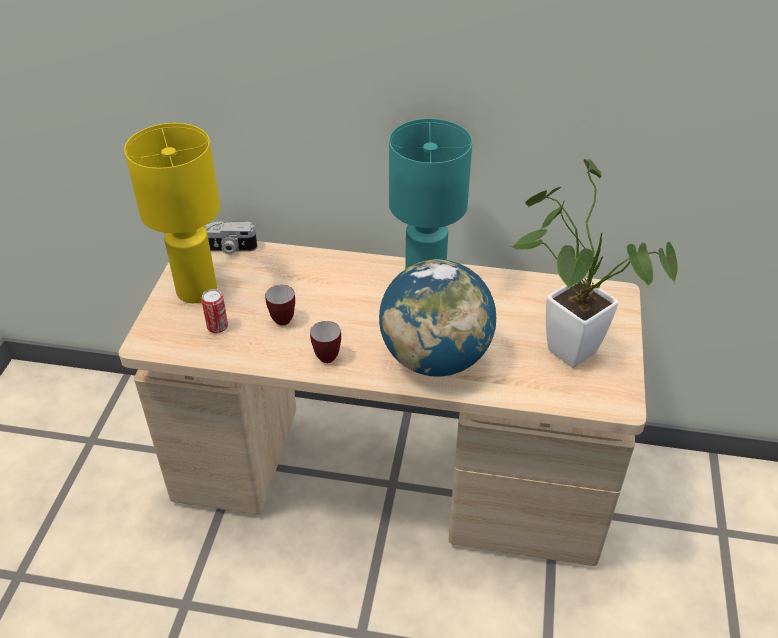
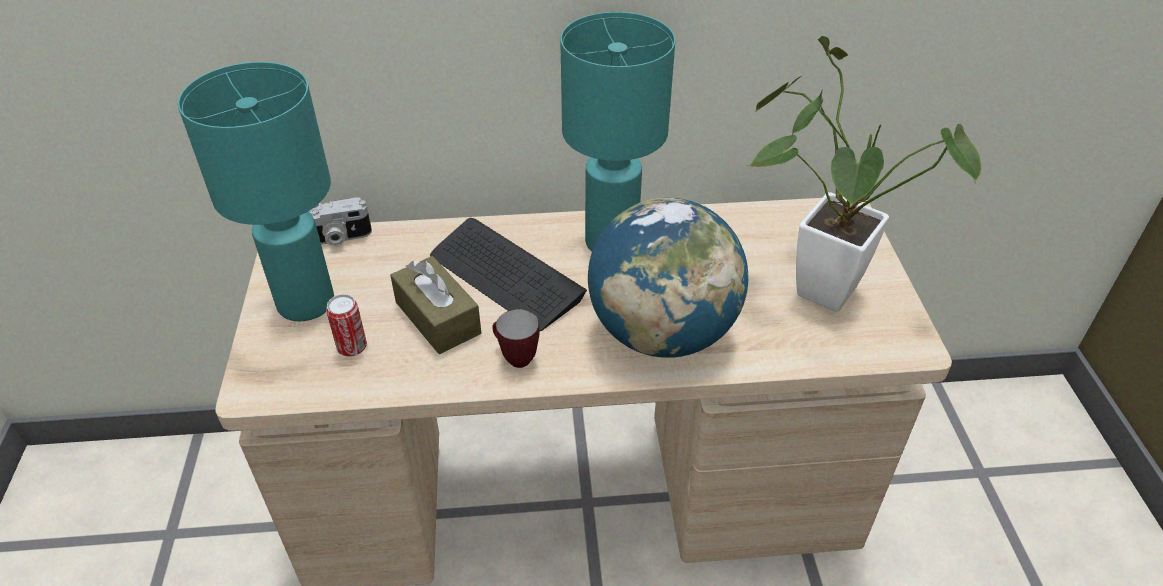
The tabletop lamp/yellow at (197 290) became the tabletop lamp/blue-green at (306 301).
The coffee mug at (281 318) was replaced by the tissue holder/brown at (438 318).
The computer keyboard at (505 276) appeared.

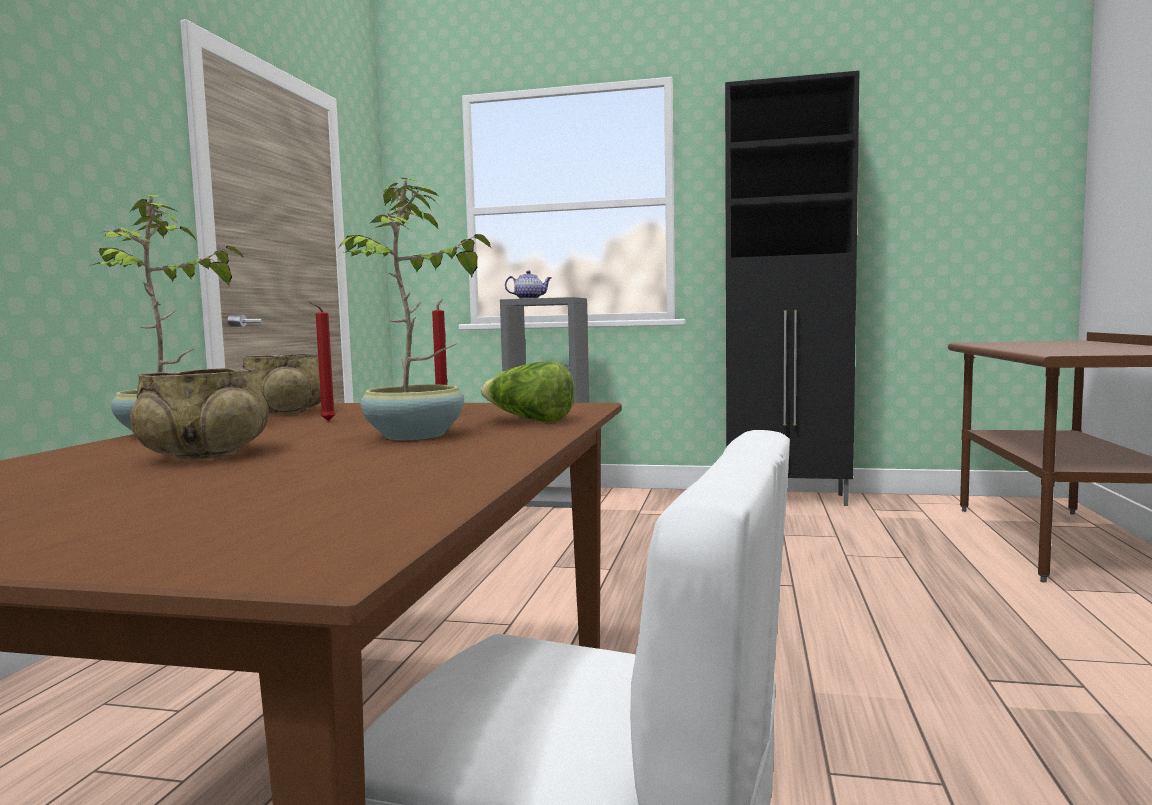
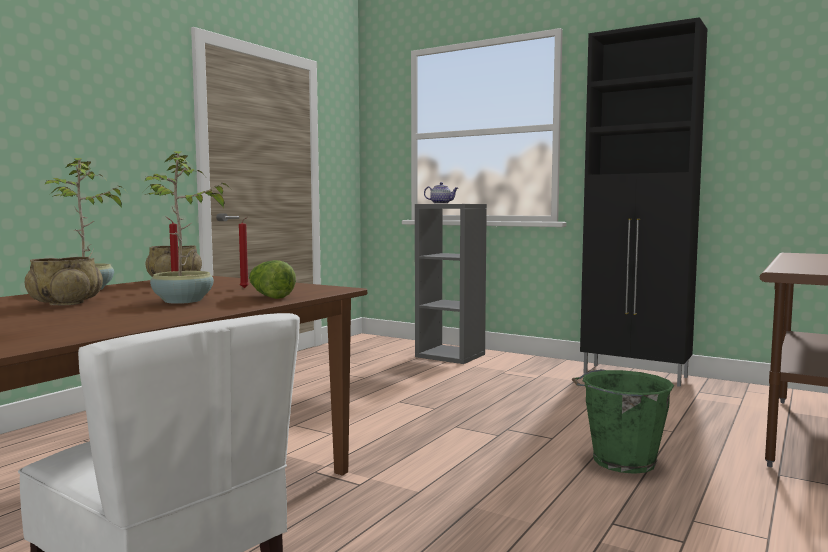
The water bucket/green at (621 461) appeared.

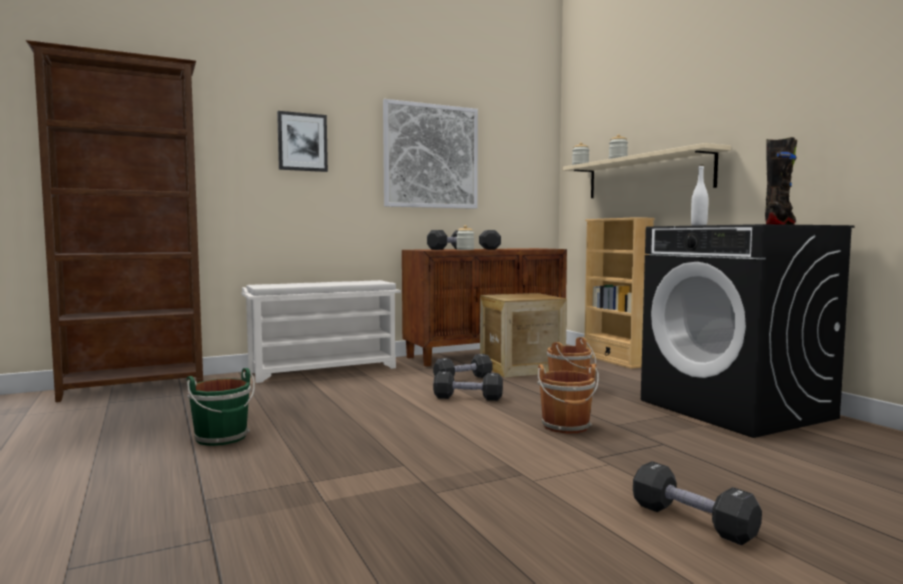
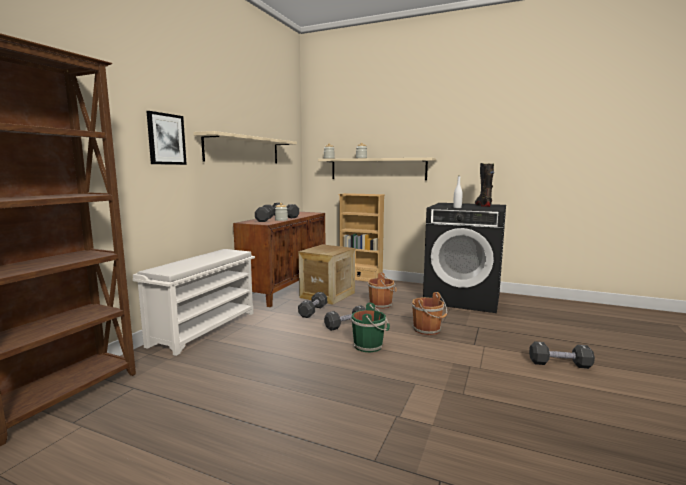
The picture at (431 156) was replaced by the bracket shelf/beige-coloured at (243 150).
The water bucket/green moved from (222 438) to (369 346).

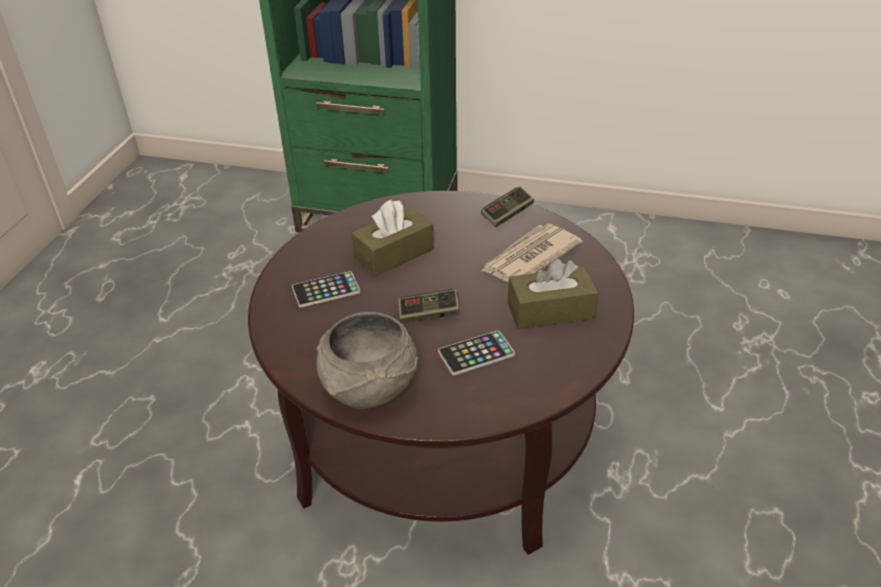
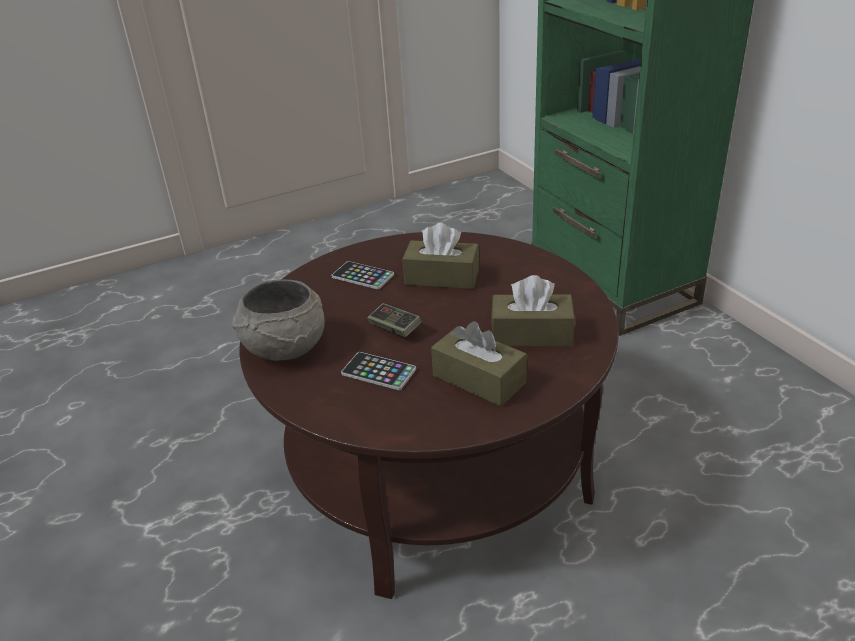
The game controller at (507 214) disappeared.
The daily paper at (529 258) was replaced by the tissue holder/brown at (531 334).

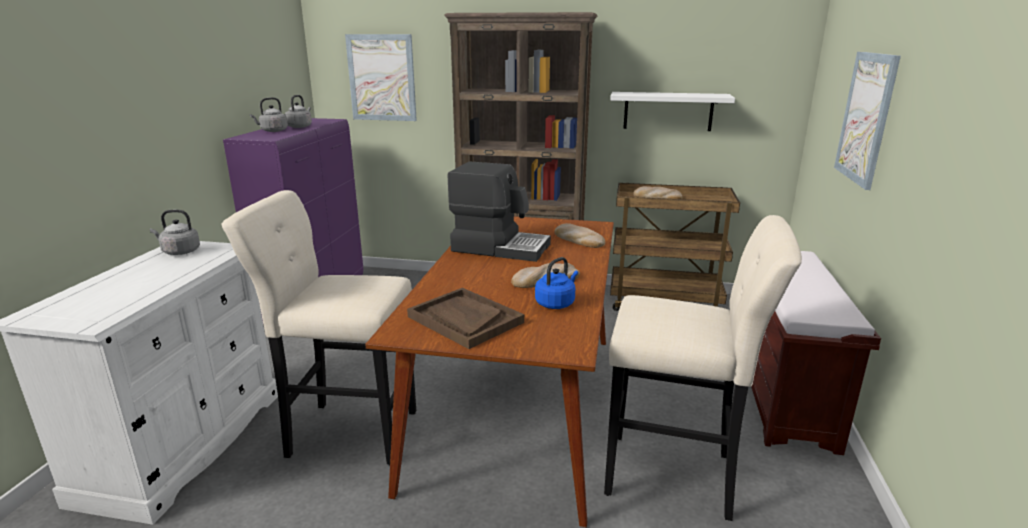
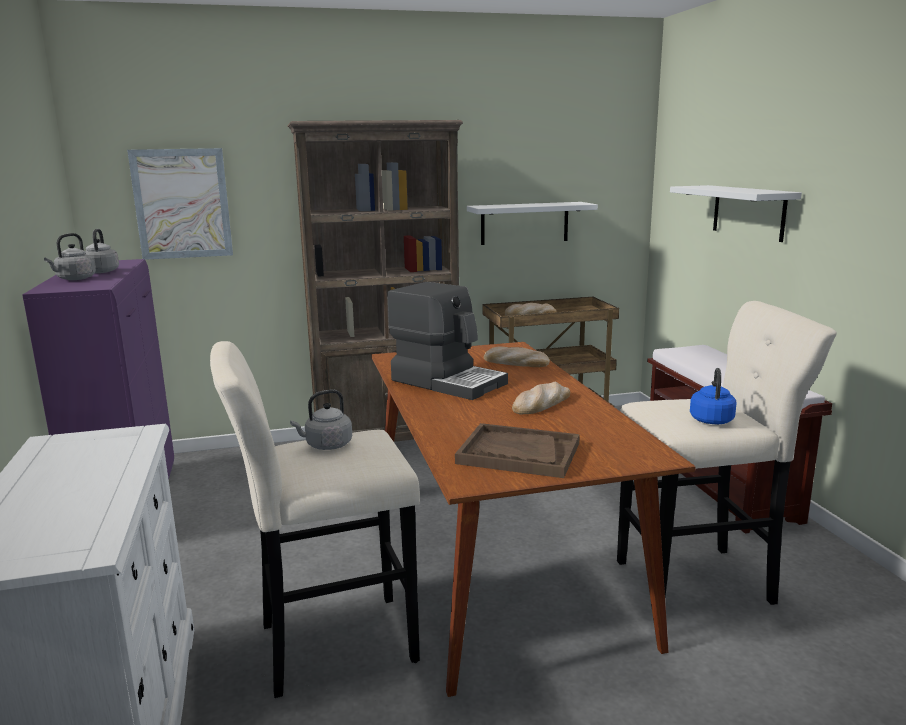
The picture at (865 118) was replaced by the bracket shelf/whitish at (748 212).
The coffee maker at (500 247) turned 45 degrees clockwise.
The kettle/gray moved from (179 252) to (326 445).
The kettle/bluish moved from (556 303) to (711 419).

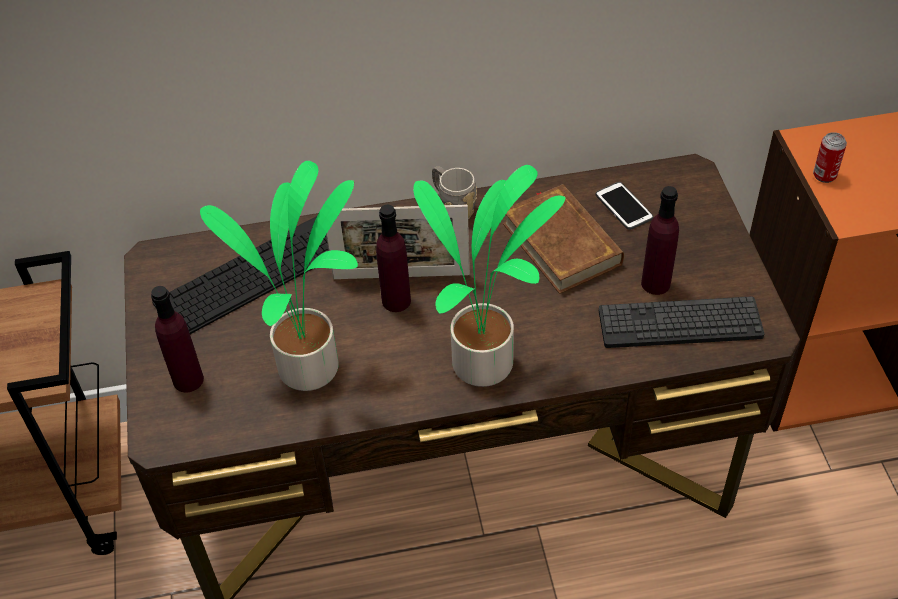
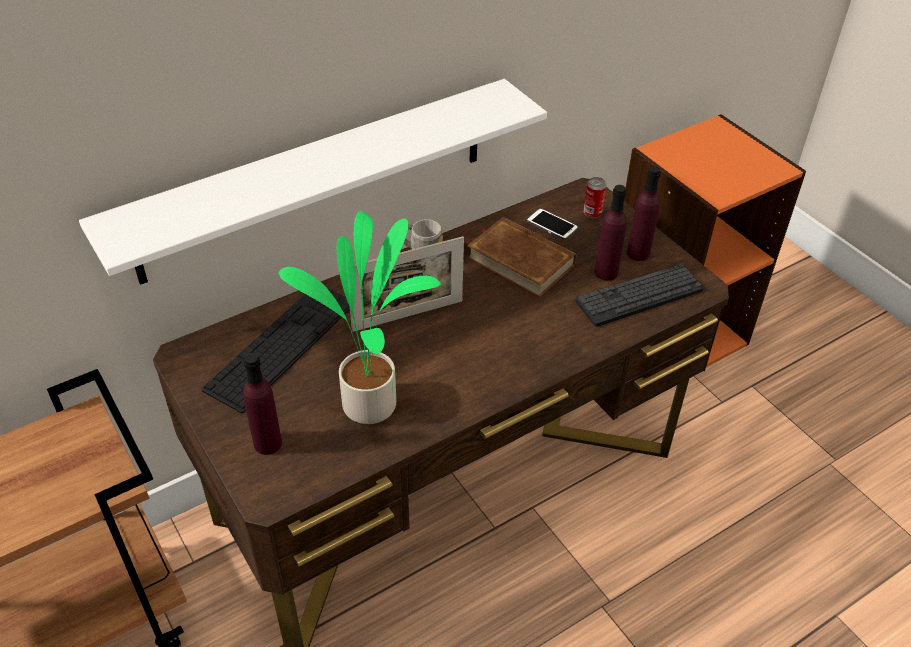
The can moved from (824 175) to (592 213).
The houseplant at (487 364) disappeared.
The beverage bottle/purple-coloured moved from (396 301) to (638 253).
The bracket shelf/whitish at (316 180) appeared.

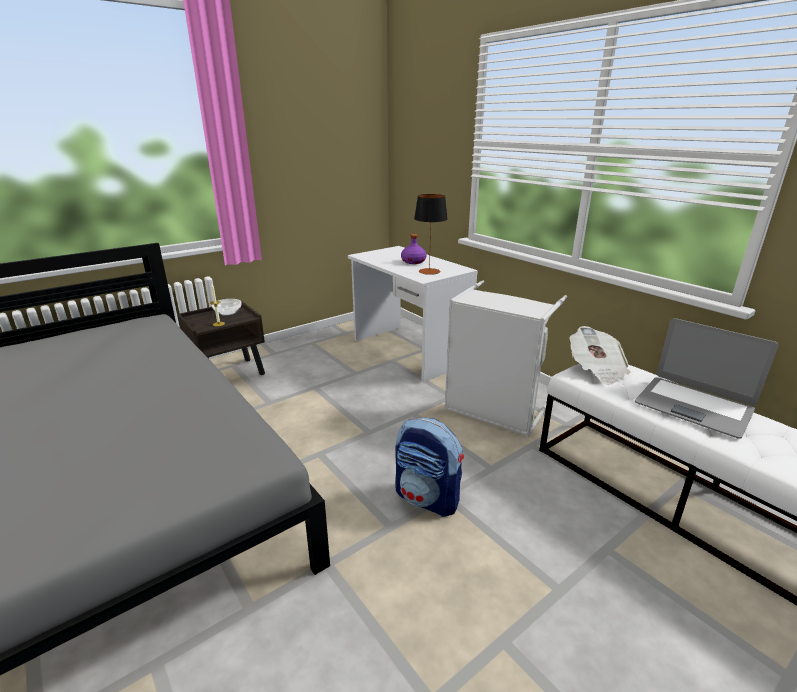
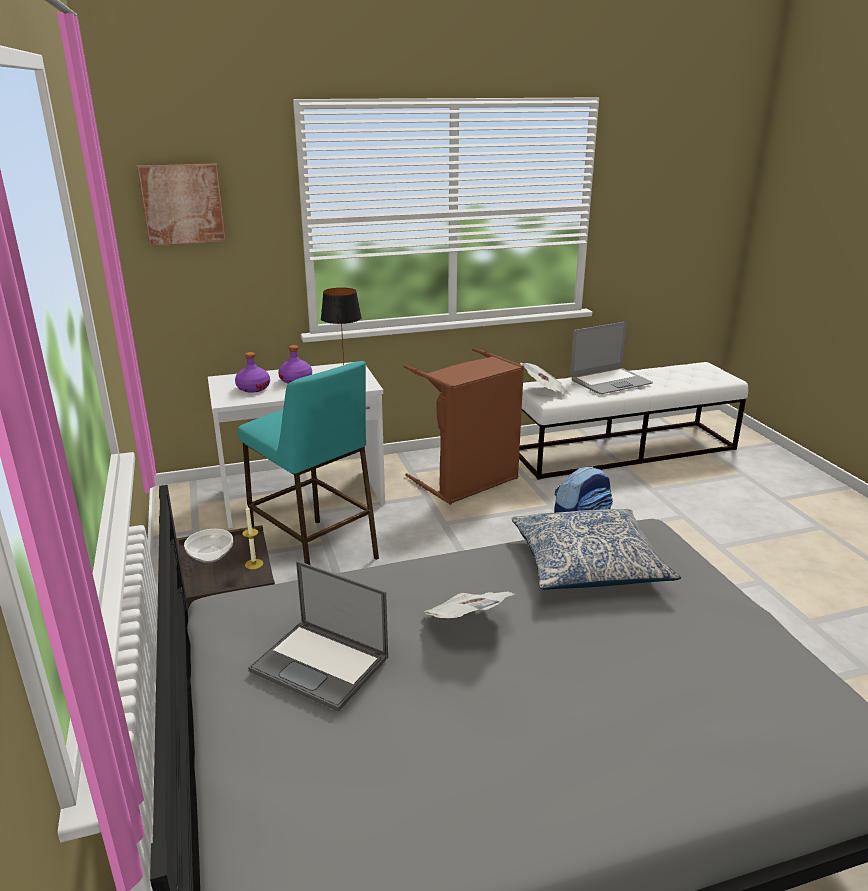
The washing basket/gray at (493 412) became the washing basket/brown at (468 482).
The picture at (182 204) appeared.
The beverage bottle/purple-coloured at (253 388) appeared.
The sitting stool/blue-green at (315 555) appeared.
The pillow at (588 564) appeared.
The portable computer at (321 664) appeared.
The daily paper at (467 622) appeared.

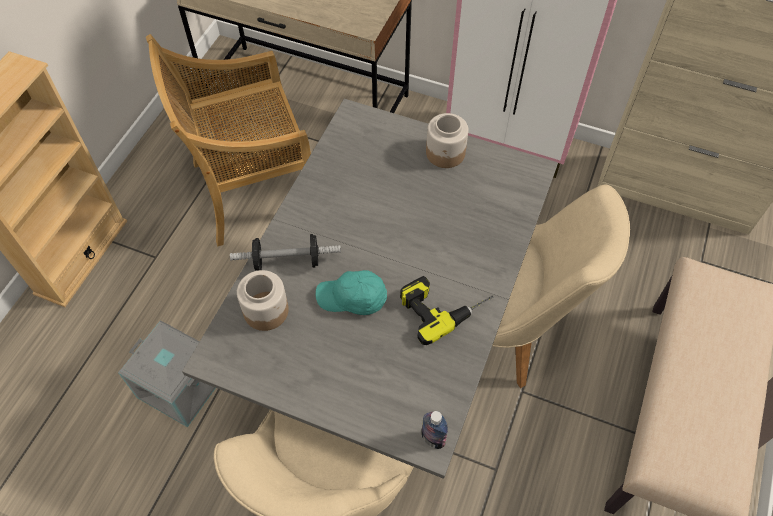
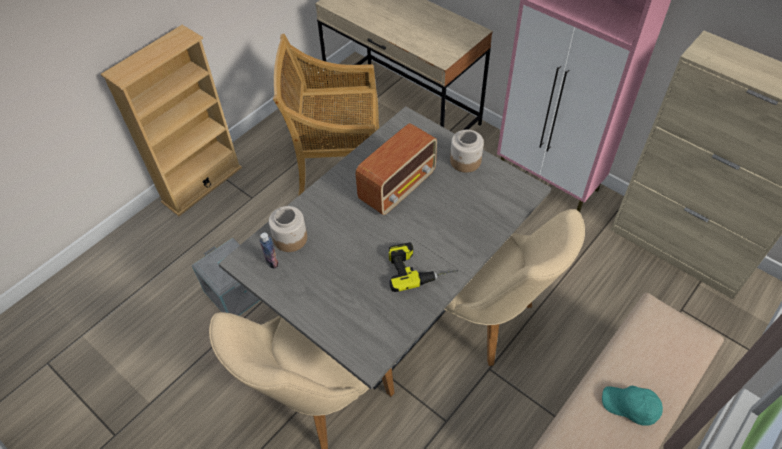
The dumbbell at (287 261) disappeared.
The peaked cap/blue-green moved from (352 298) to (630 407).
The beverage bottle moved from (432 439) to (272 262).
The radio set at (398 186) appeared.

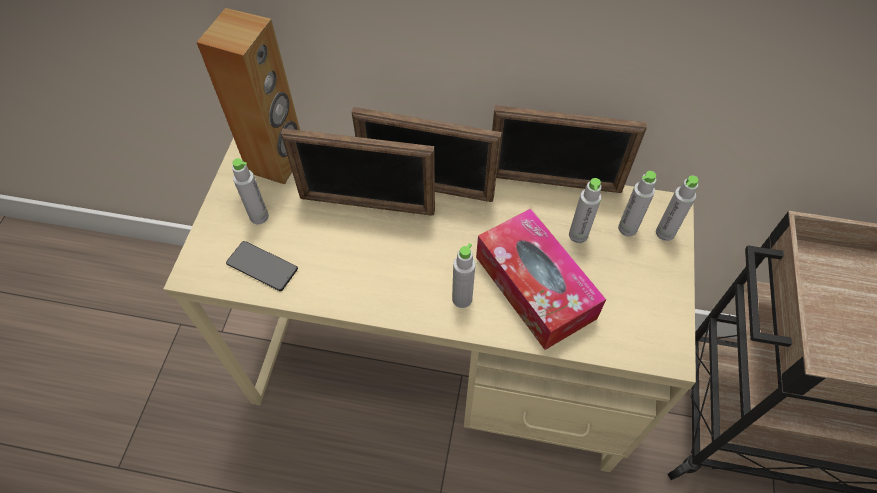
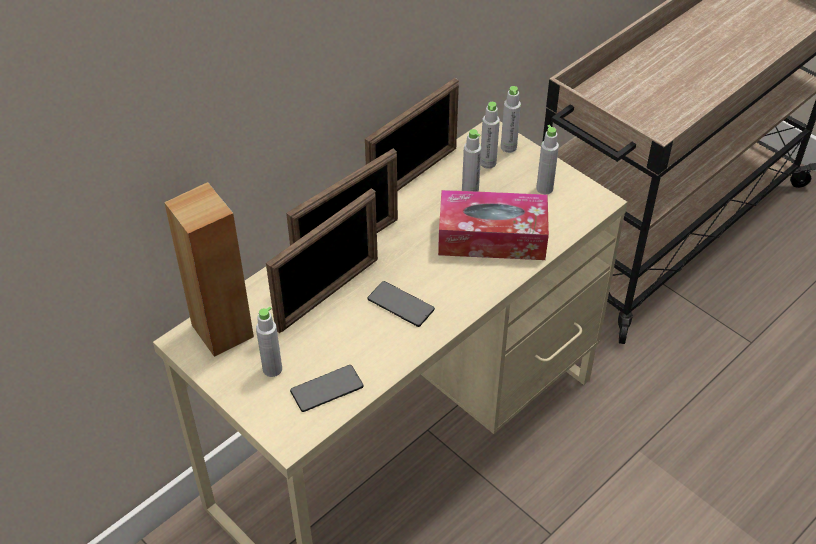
The beverage bottle/gray moved from (462 299) to (544 188).
The handset at (400 305) appeared.

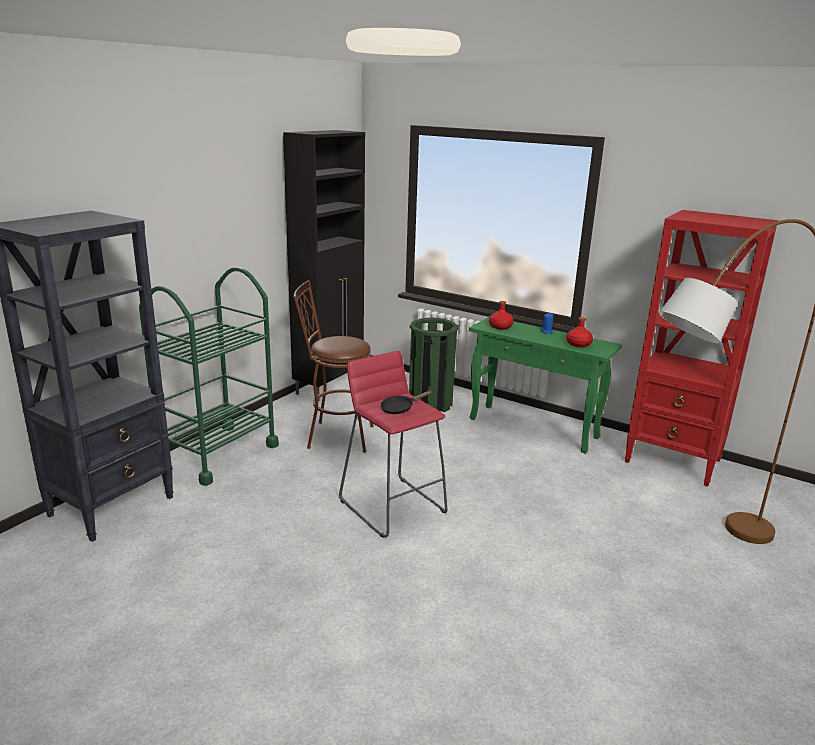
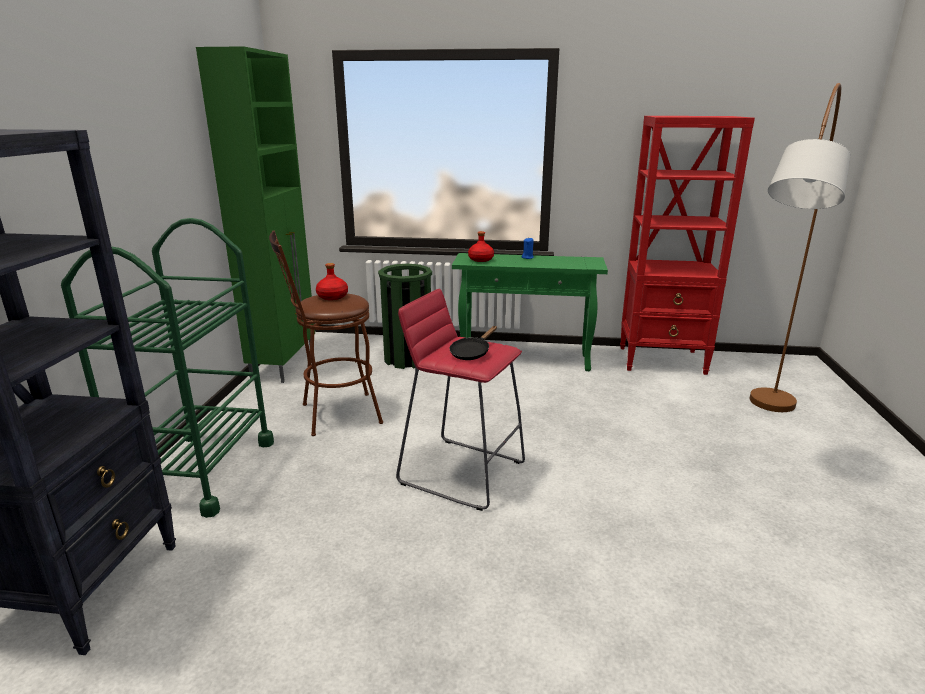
The storage cabinet/black-coloured at (330 386) became the storage cabinet/green at (284 364).
The beverage bottle/reddish moved from (578 344) to (332 297).

